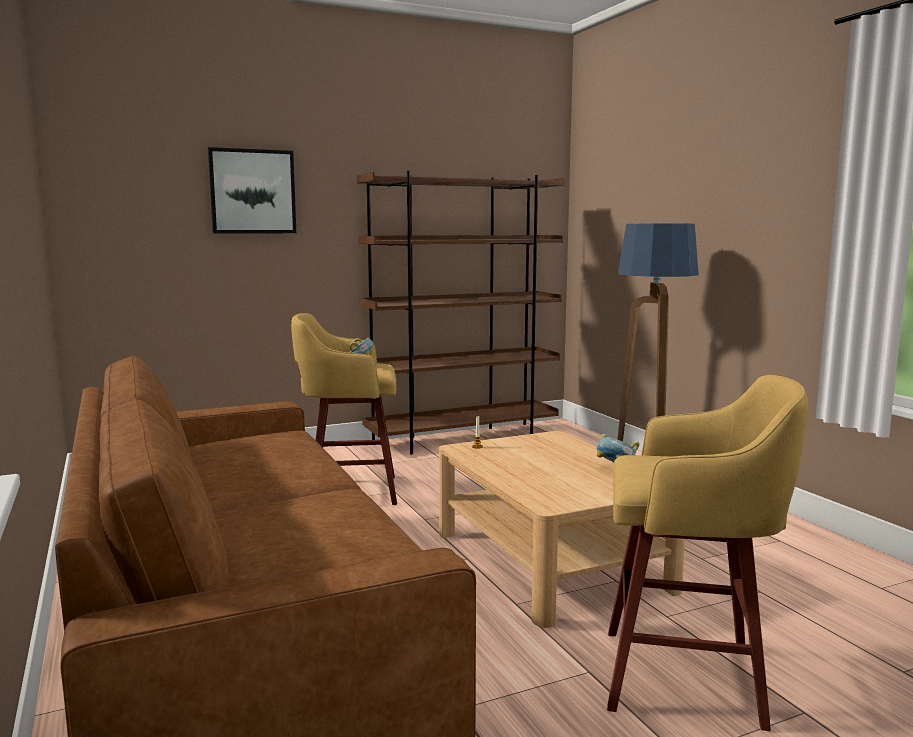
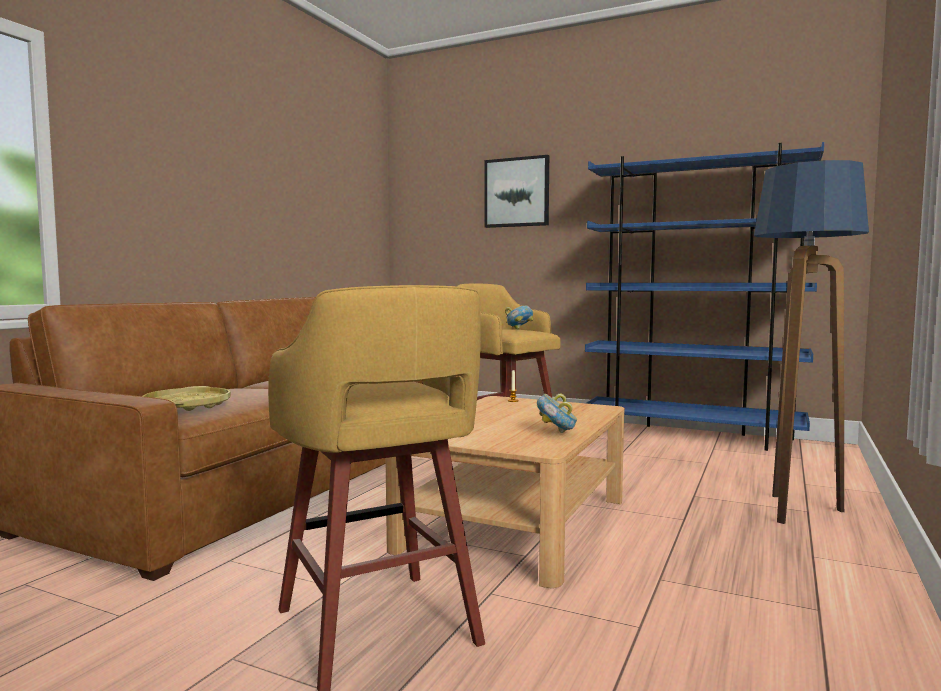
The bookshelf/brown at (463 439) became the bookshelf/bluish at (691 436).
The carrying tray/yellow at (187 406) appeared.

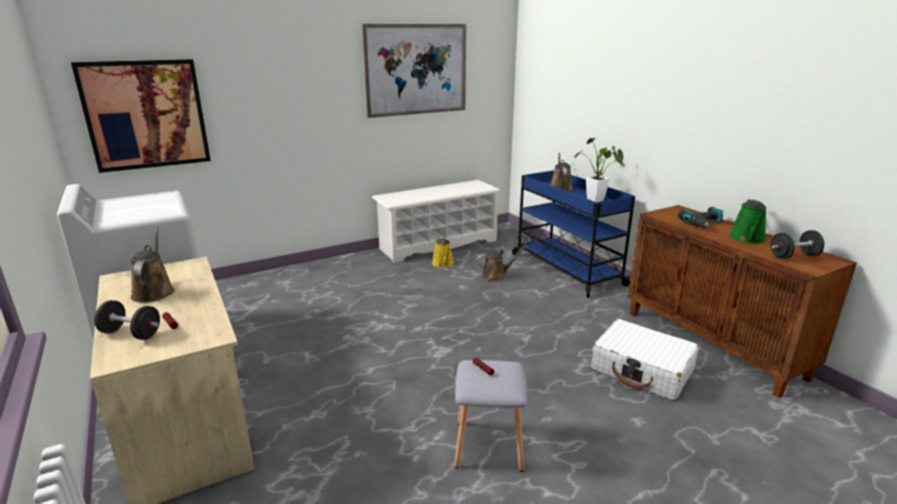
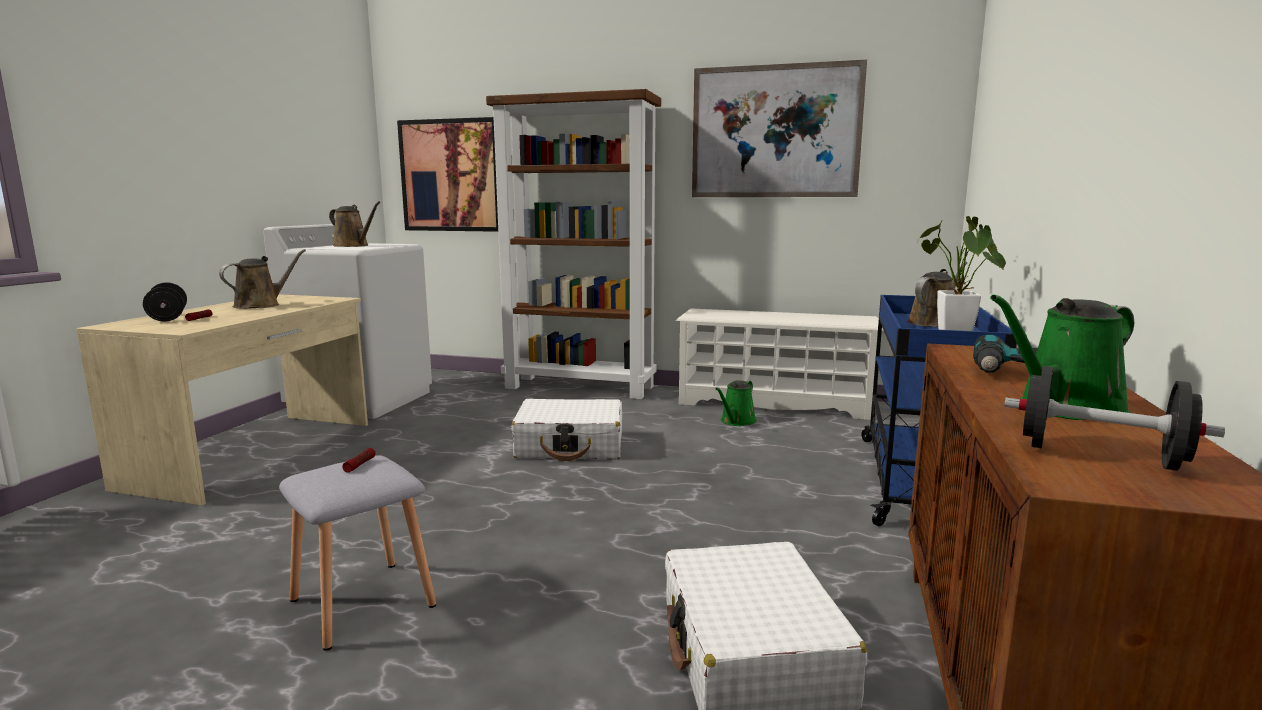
The sprinkling can/yellow at (443 264) became the sprinkling can/green at (736 421).
The sprinkling can/brown moved from (496 276) to (353 246).
The bookshelf/brown at (581 387) appeared.
The suitcase/whitish at (570 446) appeared.

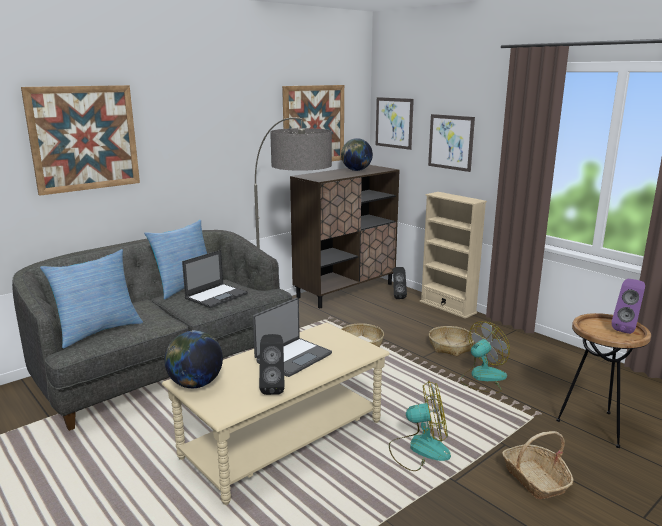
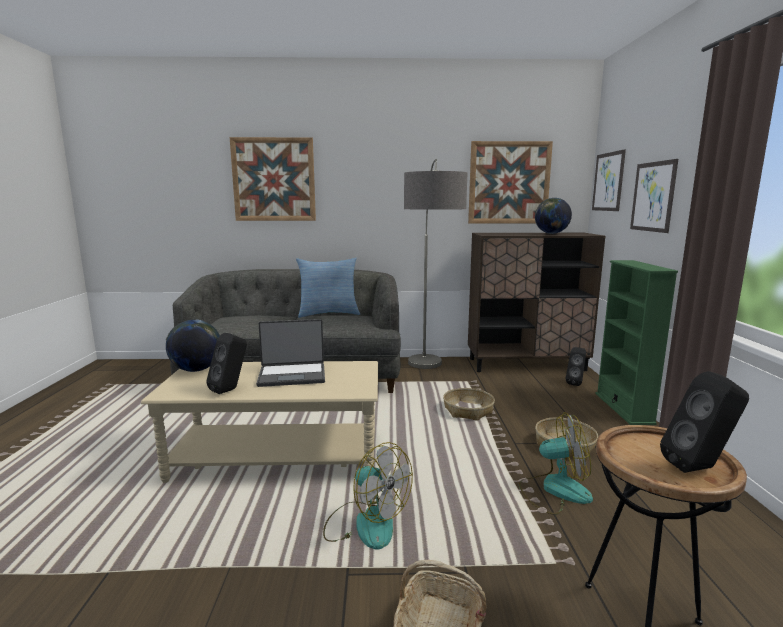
The bookshelf/beige-coloured at (447 307) became the bookshelf/green at (623 408).
The pillow at (98 331) disappeared.
The portable computer at (217 296) disappeared.
The loudspeaker/purple-coloured at (626 329) became the loudspeaker/black-coloured at (700 468).

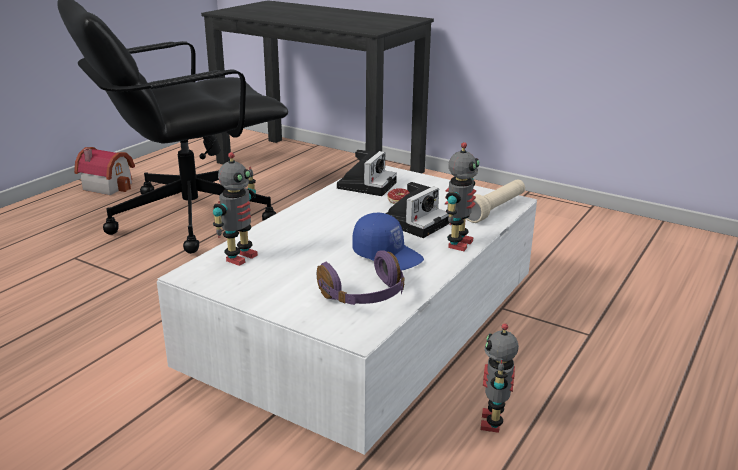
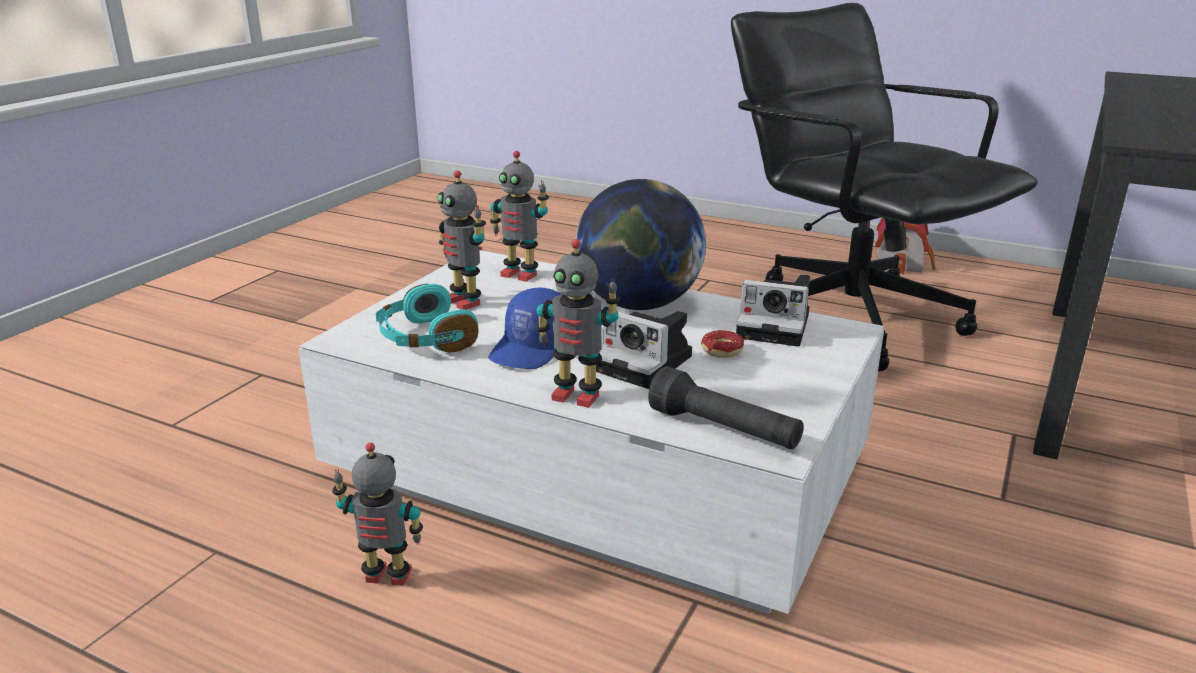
The hand torch/beige-coloured at (495 209) became the hand torch/black-coloured at (724 430).
The headphones/purple-coloured at (364 296) became the headphones/blue-green at (425 339).
The toy robot at (465 302) appeared.
The world globe at (638 304) appeared.

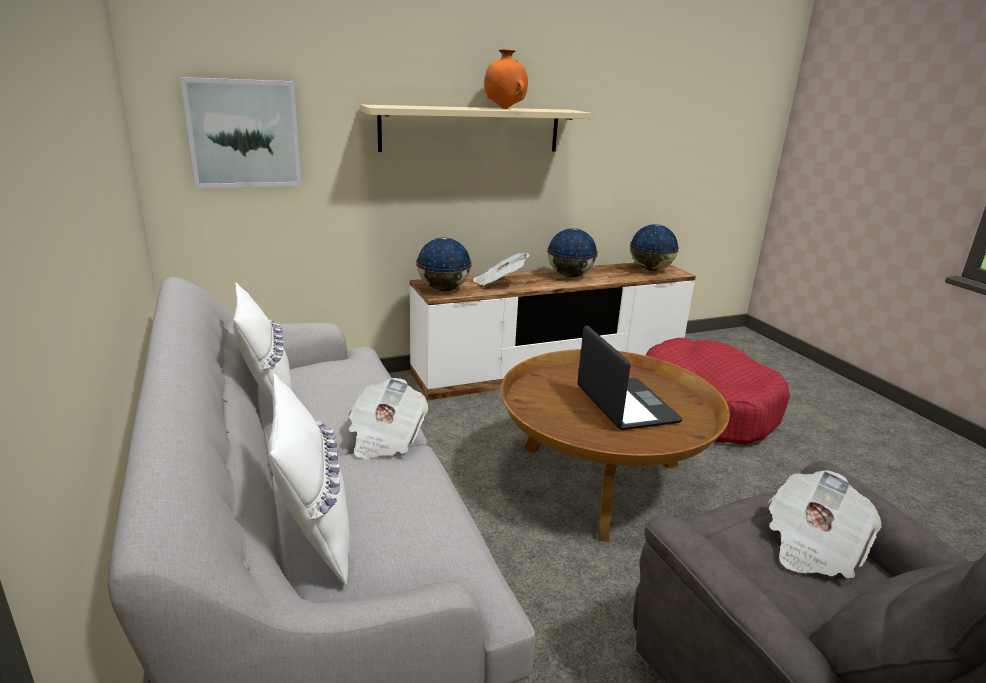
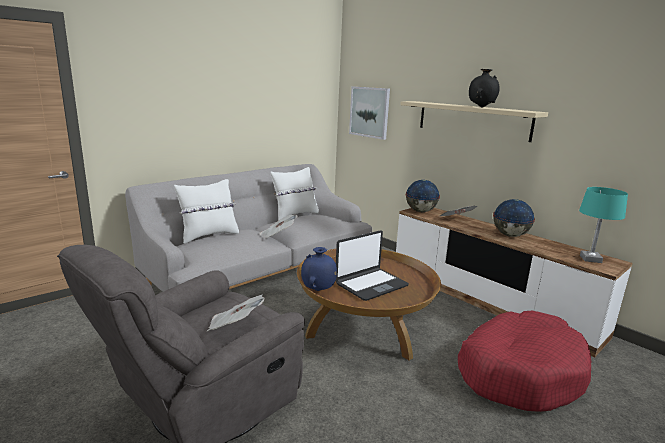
The decorative vase/orange at (504 109) became the decorative vase/black-coloured at (481 107).
The world globe at (651 269) was replaced by the tabletop lamp/blue-green at (590 259).
The decorative vase/bluish at (318 290) appeared.

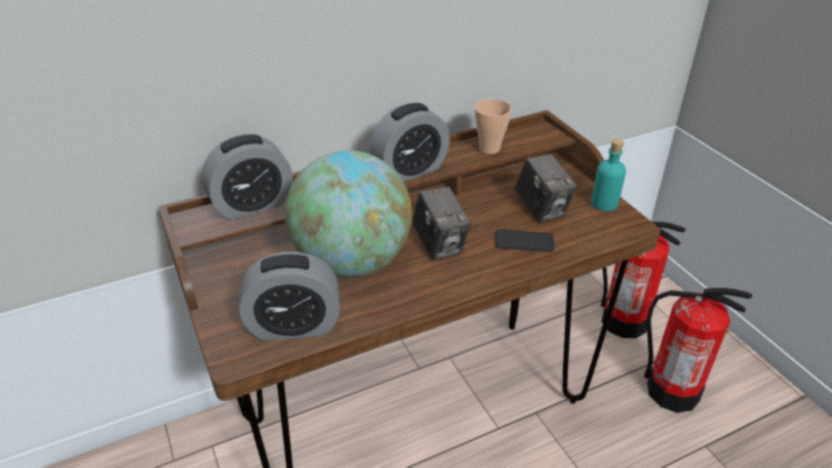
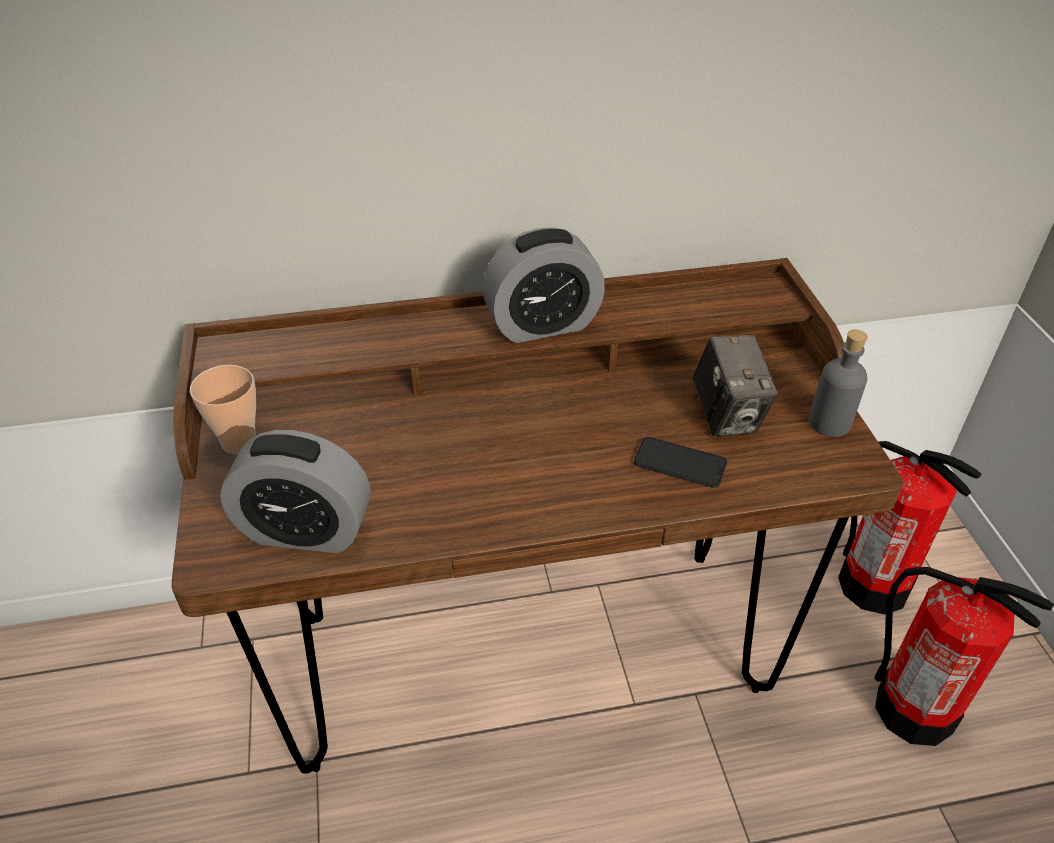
The small cup moved from (489 148) to (239 442).
The bedside clock at (252 205) disappeared.
The beverage bottle/blue-green at (604 203) became the beverage bottle/gray at (829 423).
The world globe at (352 262) disappeared.
The photo camera at (439 245) disappeared.

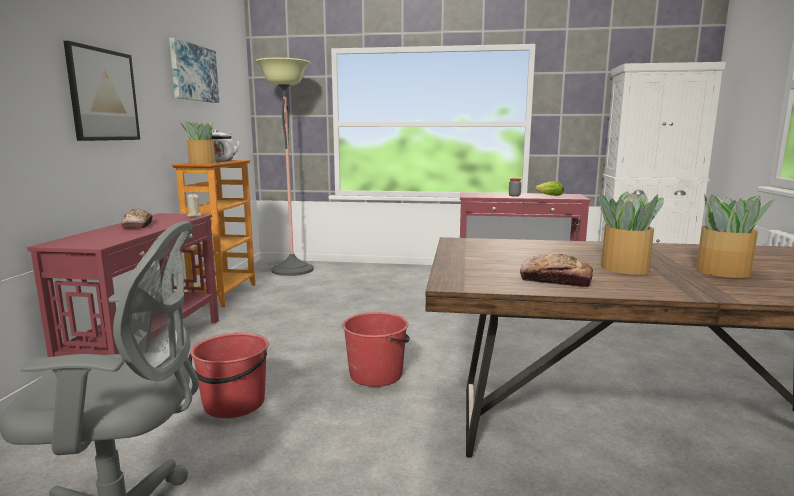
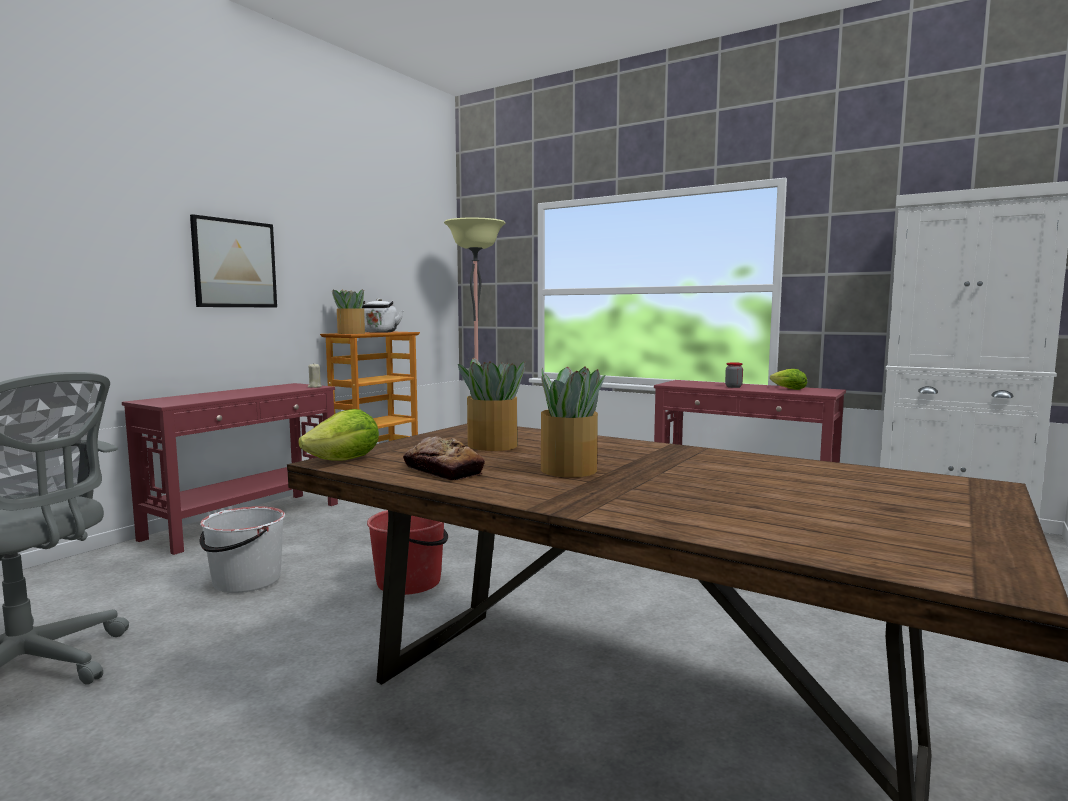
The picture at (193 73) disappeared.
The houseplant moved from (724 272) to (492 446).
The bakery bread at (138 225) disappeared.
The water bucket/reddish at (234 404) became the water bucket/whitish at (246 581).
The lettuce head at (345 460) appeared.

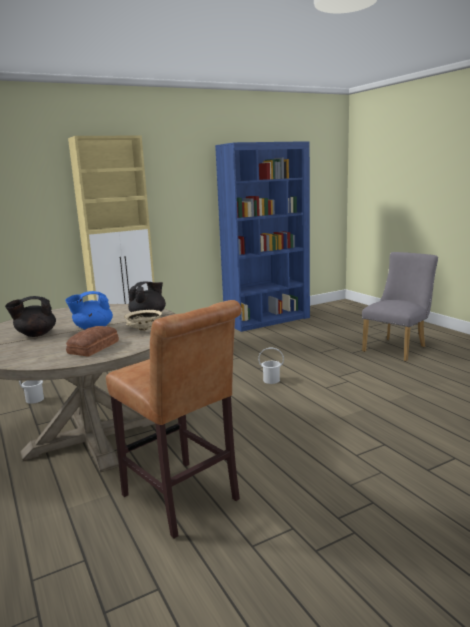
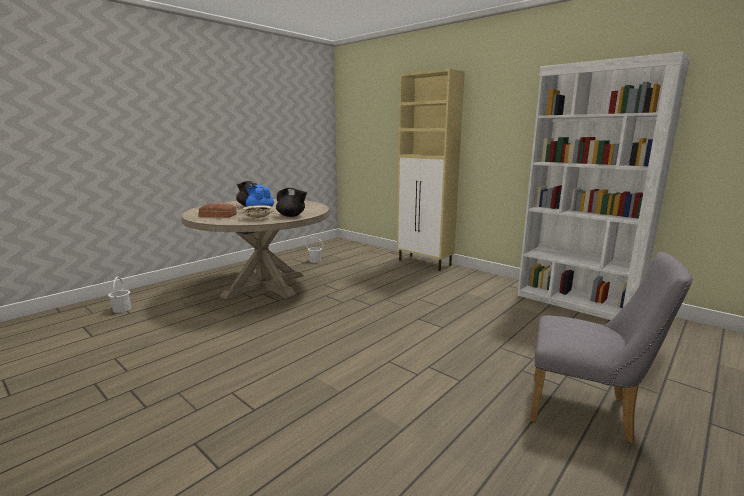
The bookshelf/bluish at (267 320) became the bookshelf/whitish at (577 303).
The sitting stool/brown at (184 500) disappeared.
The water bucket/whitish moved from (271 380) to (122 309).

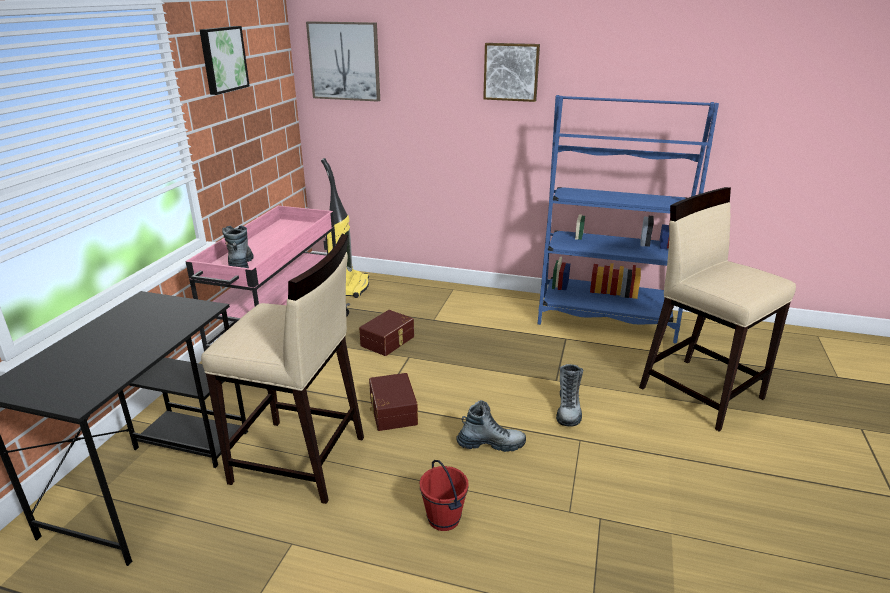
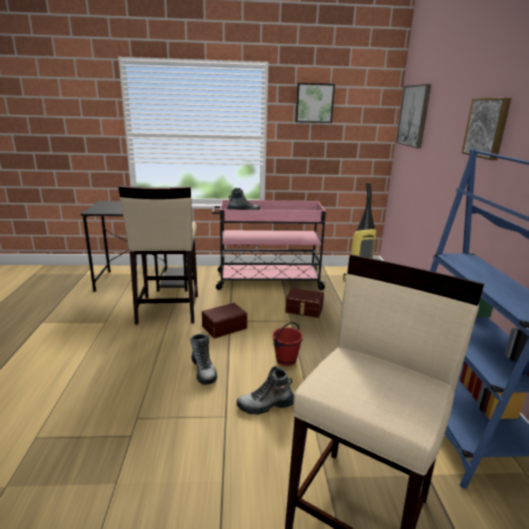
The water bucket/reddish moved from (443 519) to (286 360).

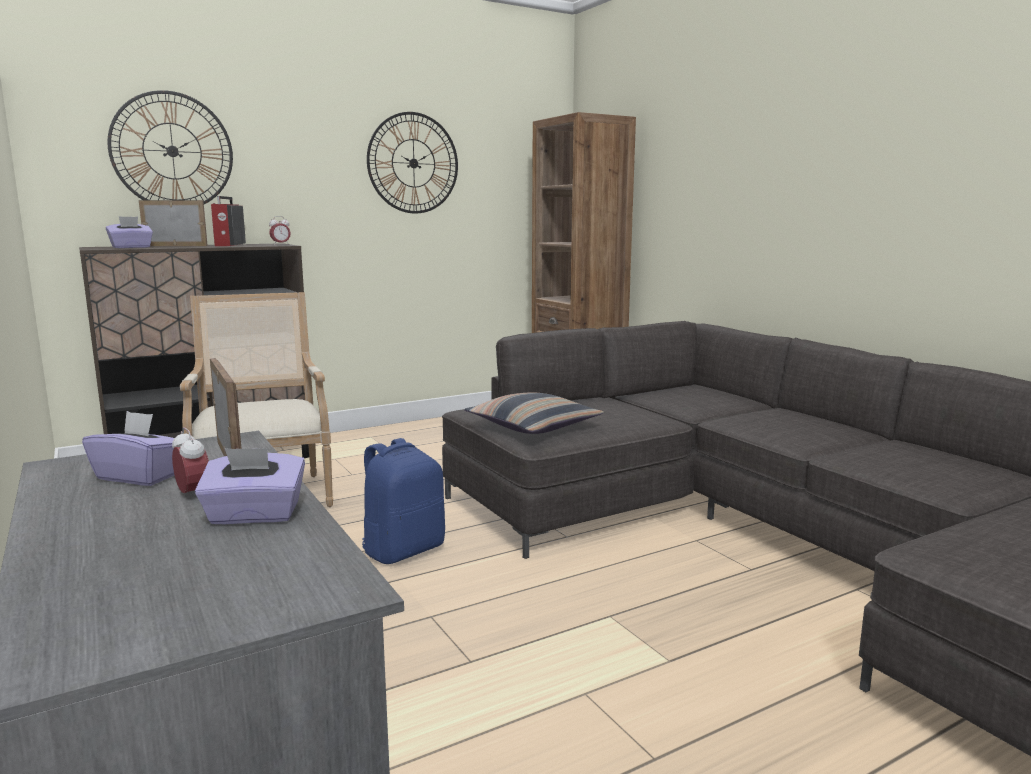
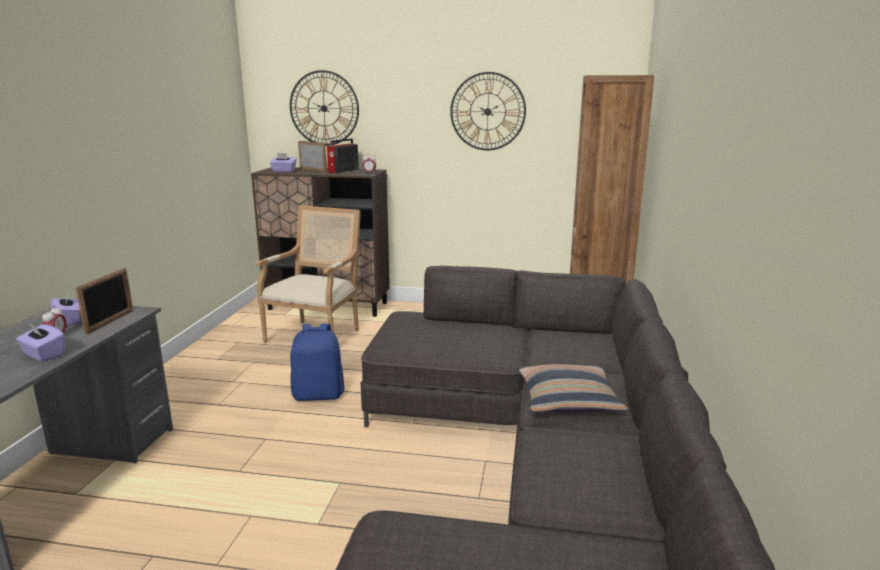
The pillow moved from (533 426) to (568 400).

